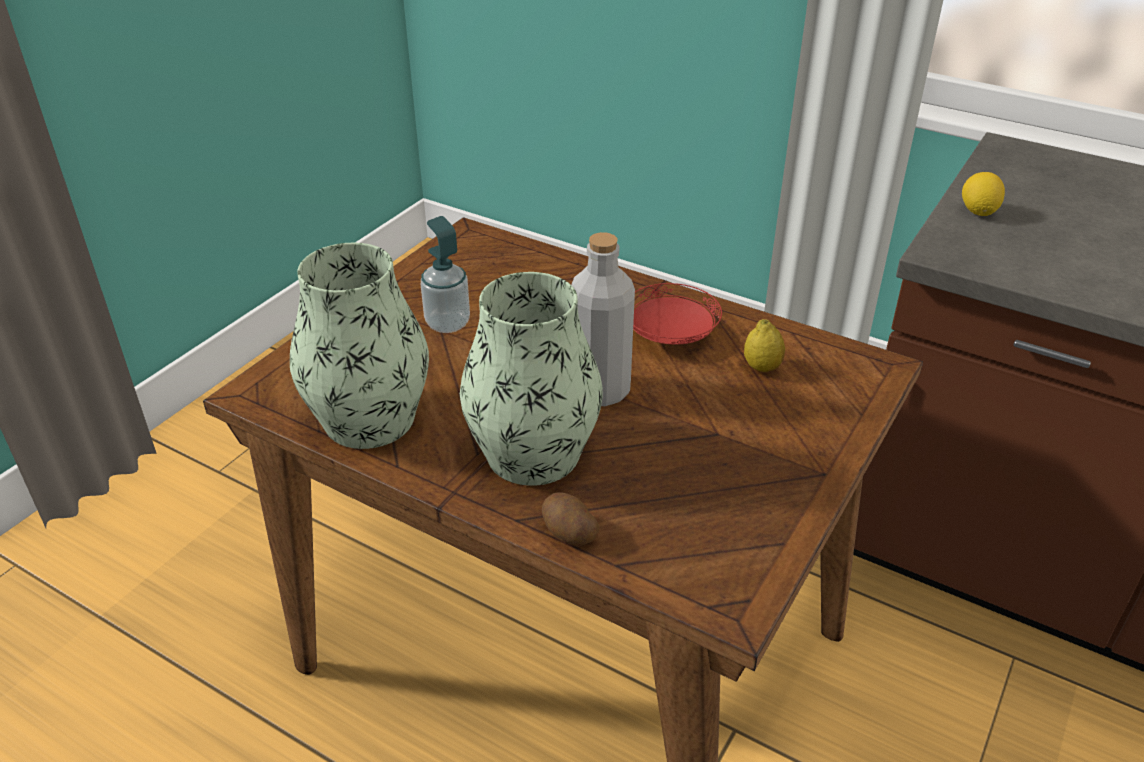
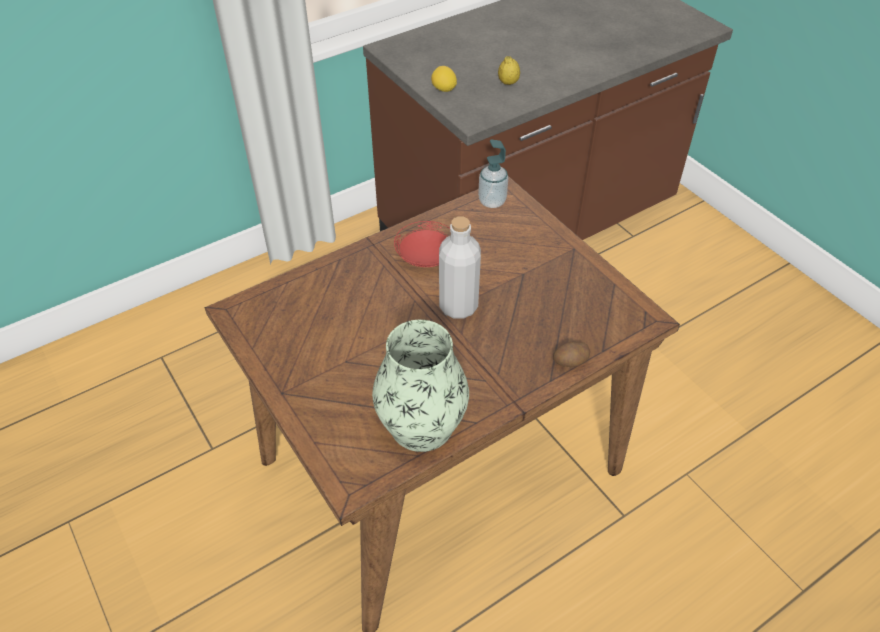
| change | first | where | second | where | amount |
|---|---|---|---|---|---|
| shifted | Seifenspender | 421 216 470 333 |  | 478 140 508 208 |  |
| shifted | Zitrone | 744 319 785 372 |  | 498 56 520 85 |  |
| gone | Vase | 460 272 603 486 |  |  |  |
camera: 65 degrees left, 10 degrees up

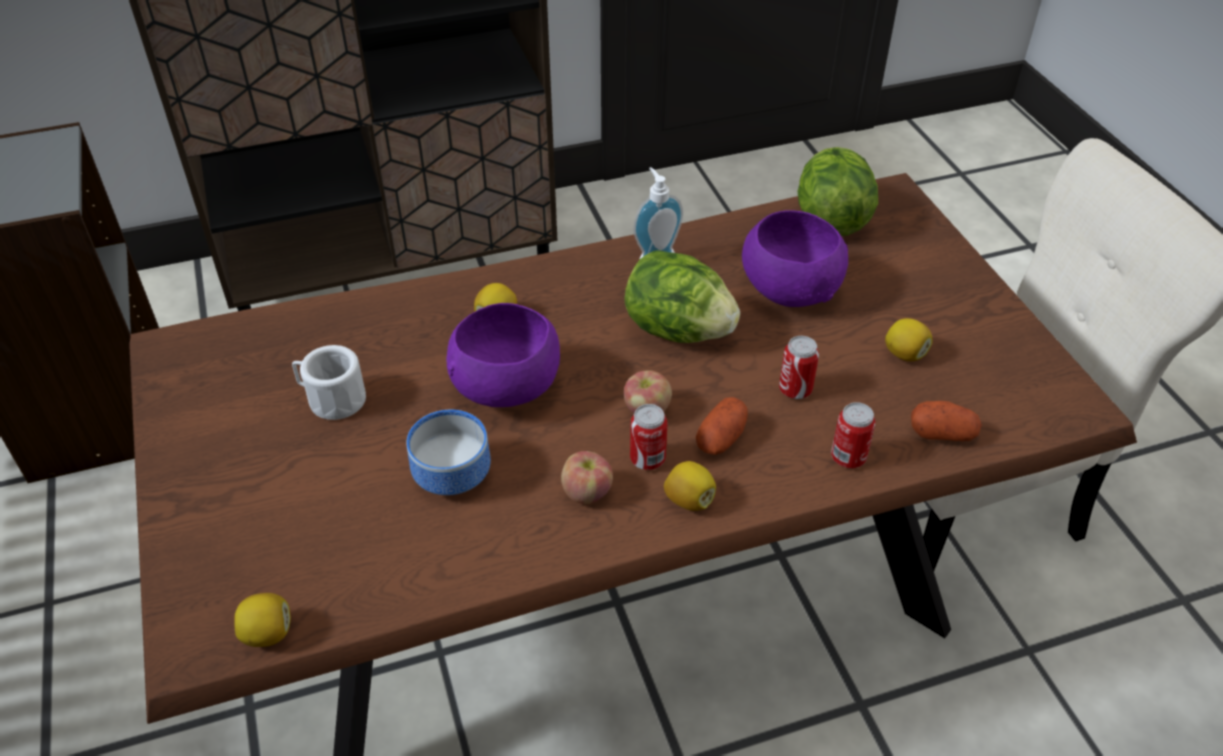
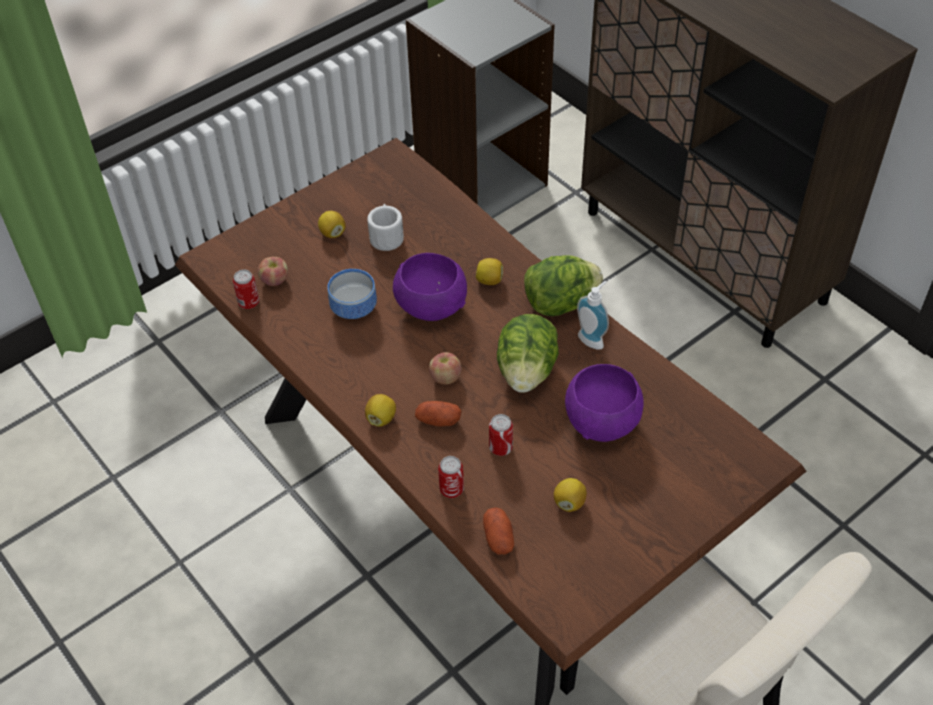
| change | first | where | second | where | amount |
|---|---|---|---|---|---|
| shifted | Dose | 630 404 668 470 |  | 233 269 259 309 |  |
| shifted | Apfel | 561 451 613 504 |  | 258 257 288 286 |  |
| shifted | Zitrone | 234 593 291 647 |  | 318 211 346 238 |  |
| shifted | Salatkopf | 798 147 878 236 |  | 524 255 603 316 |  |
camera: 70 degrees right, 5 degrees up

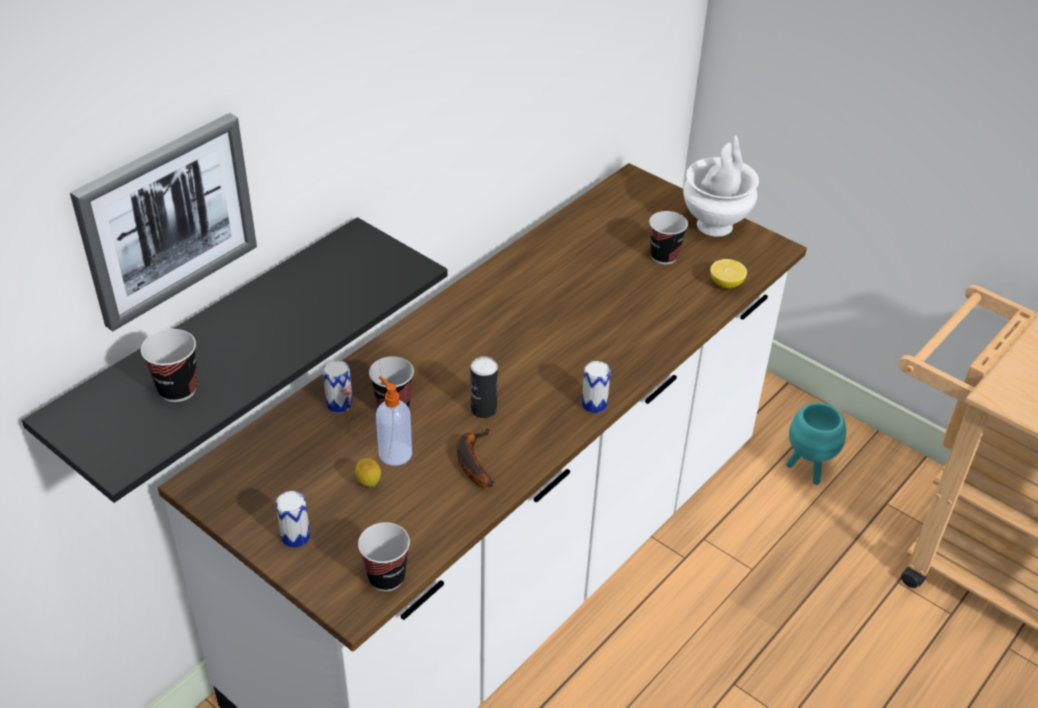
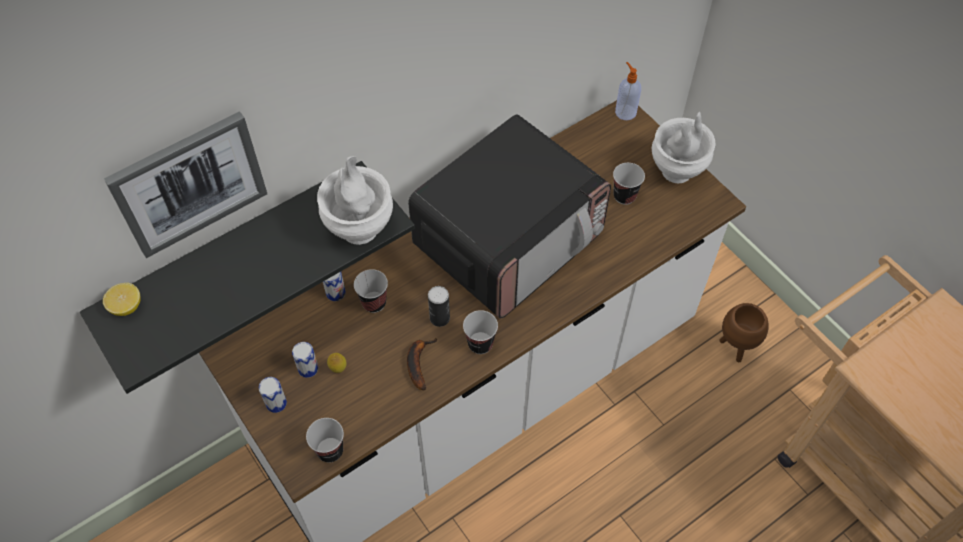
| change | first | where | second | where | amount |
|---|---|---|---|---|---|
| shifted | Zitrone | 710 259 747 288 |  | 103 283 141 316 |  |
| shifted | Dose | 582 361 611 413 |  | 292 342 318 378 |  |
| new |  |  | Vase [weiß] | 317 156 393 245 |  |
| new |  |  | Mikrowelle | 408 115 611 319 |  |
| shifted | Tasse | 141 329 197 402 |  | 463 310 498 354 |  |
| shifted | Seifenspender | 376 376 412 466 |  | 615 62 641 120 |  |
| repainted | Pflanzkübel [türkis] | 786 402 846 485 | Pflanzkübel [braun] | 719 303 769 362 |  |
camera: 15 degrees right, 15 degrees up

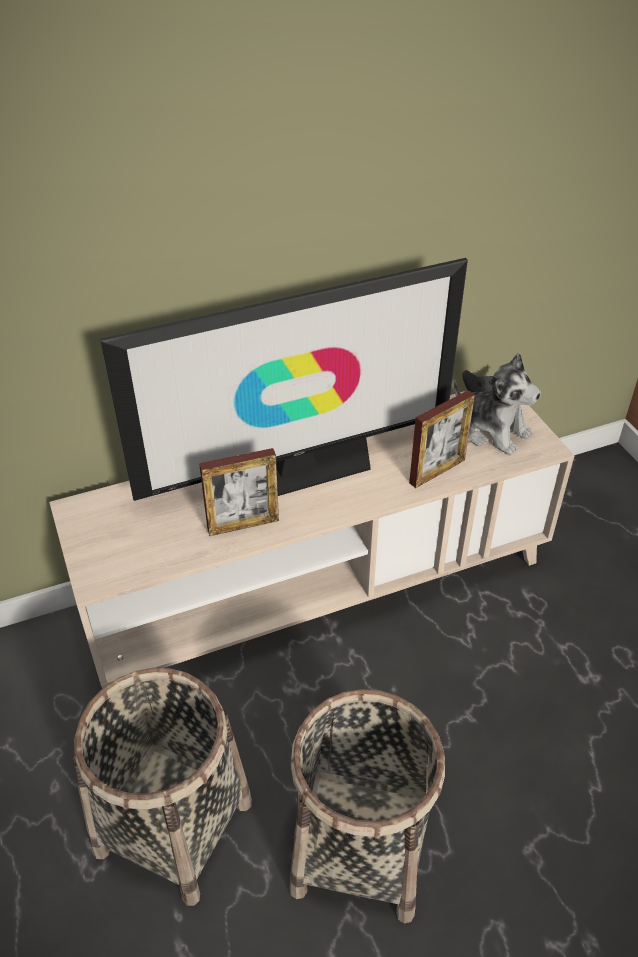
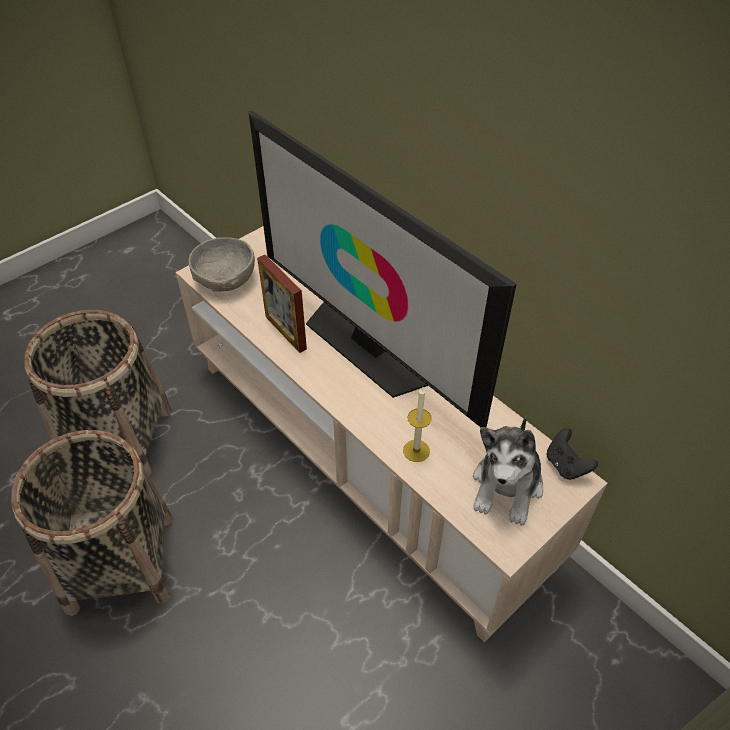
| change | first | where | second | where | amount |
|---|---|---|---|---|---|
| new |  |  | Schüssel [grau] | 189 237 255 292 |  |
| swapped | Bilderrahmen | 409 390 475 488 | Kerze | 403 387 432 462 |  |
camera: 70 degrees right, 5 degrees up

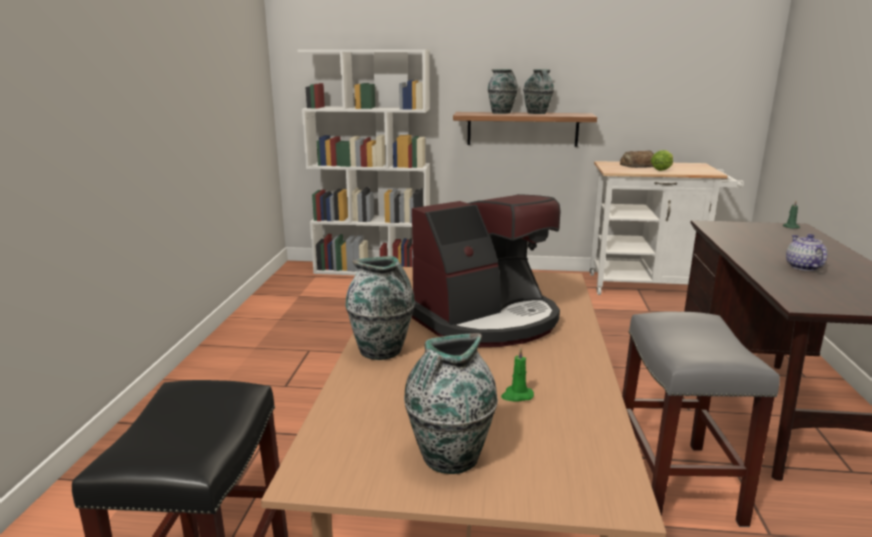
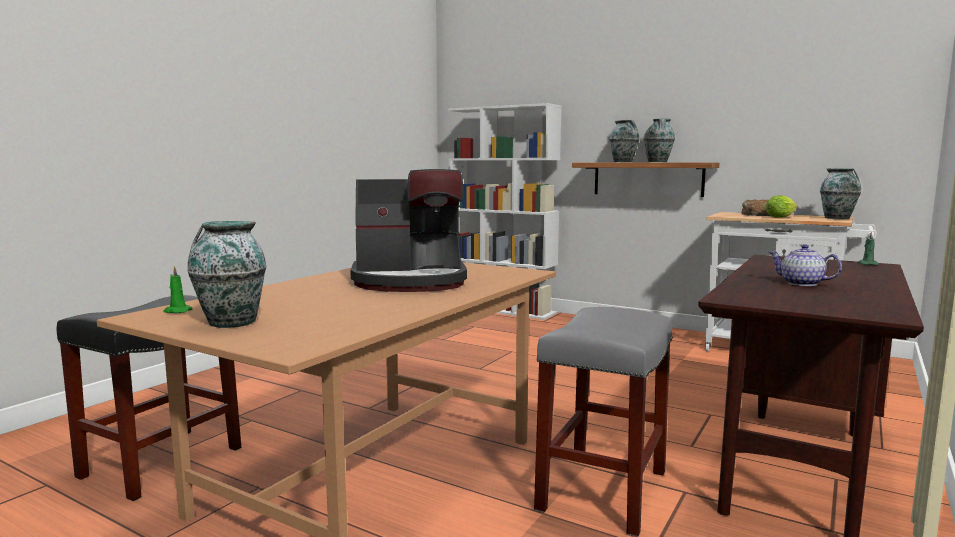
| change | first | where | second | where | amount |
|---|---|---|---|---|---|
| shifted | Kerze [grün] | 501 348 534 402 |  | 163 266 192 313 |  |
| rotated | Teekanne | 786 234 828 271 |  | 769 244 842 286 | 75 degrees counterclockwise |
| shifted | Vase | 345 256 415 360 |  | 820 168 861 219 |  |
camera: 25 degrees right, 10 degrees down

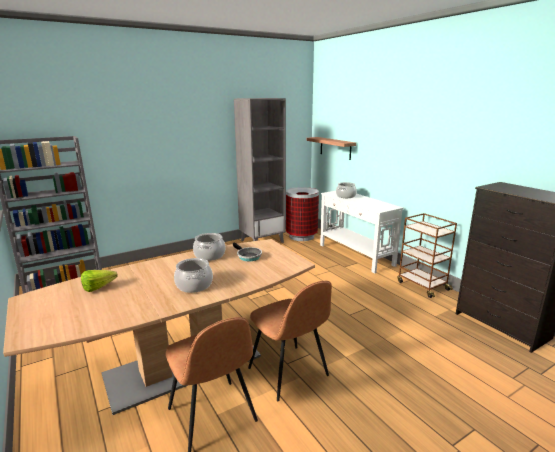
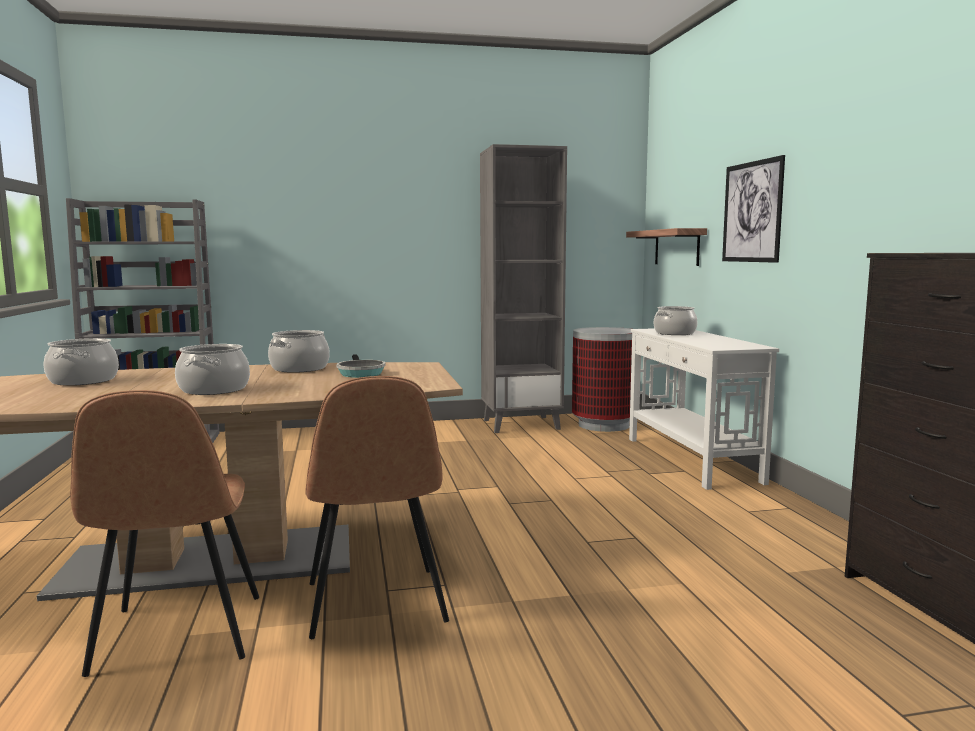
| change | first | where | second | where | amount |
|---|---|---|---|---|---|
| swapped | Salatkopf | 81 270 118 292 | Kochtopf | 44 338 119 386 |  |
| new |  |  | Bild | 722 155 785 263 |  |
| gone | Rollwagen [braun] | 397 213 457 298 |  |  |  |
camera: 20 degrees right, 10 degrees down

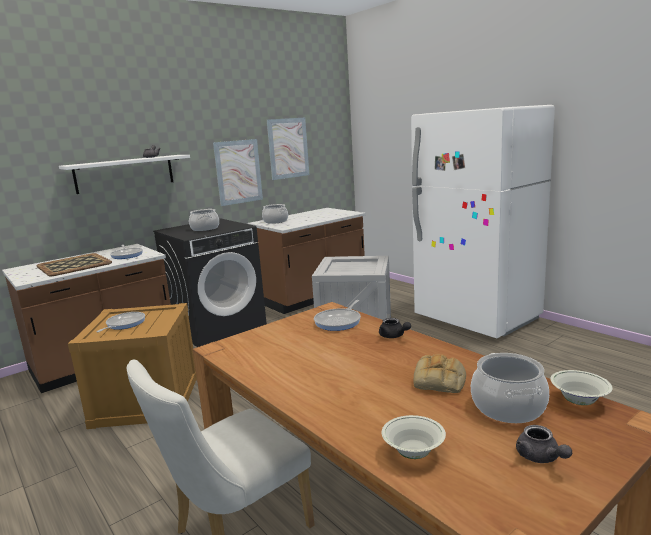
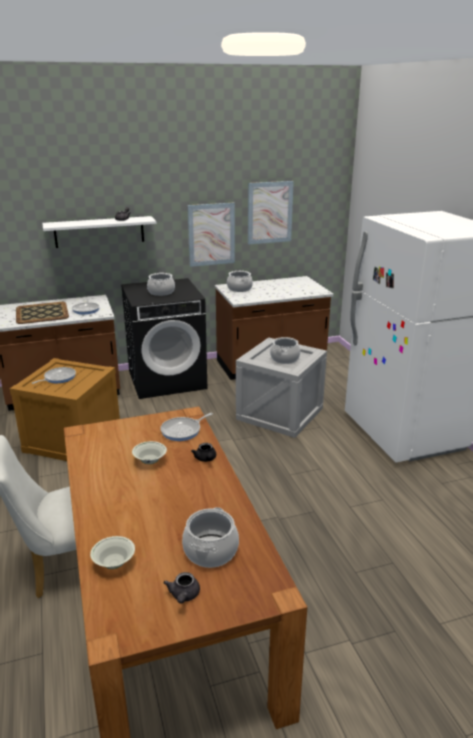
| change | first | where | second | where | amount |
|---|---|---|---|---|---|
| shifted | Schüssel [weiß] | 550 370 613 405 |  | 132 441 167 464 |  |
| new |  |  | Kochtopf | 270 337 300 364 |  |
| gone | Brot | 413 354 466 393 |  |  |  |
camera: 20 degrees right, 10 degrees up

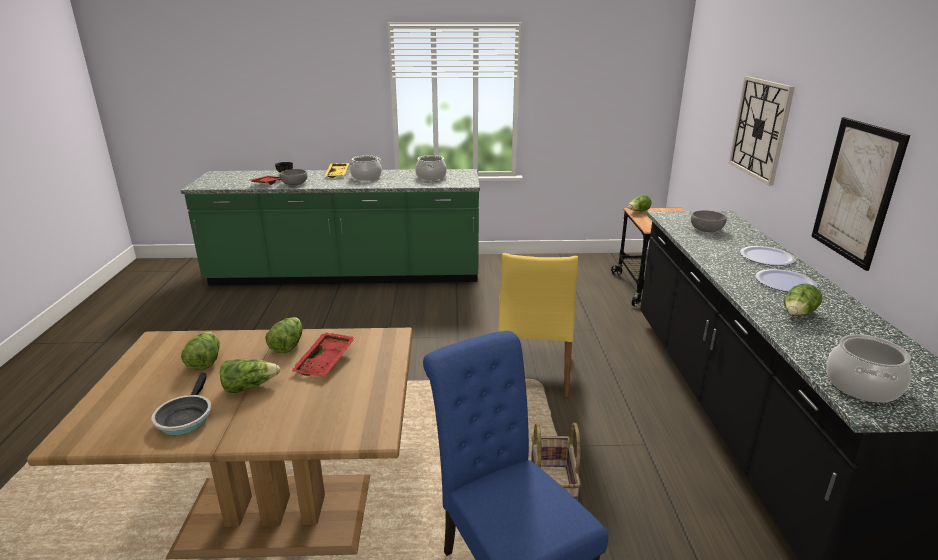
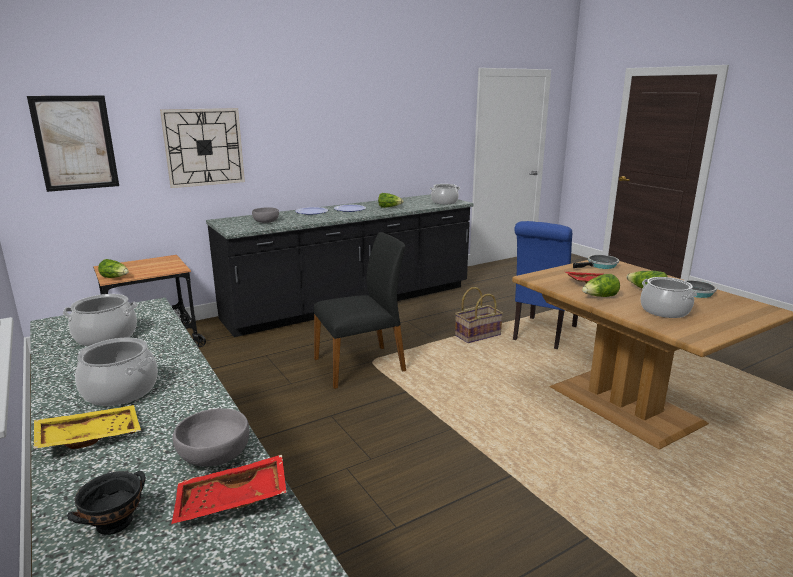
| change | first | where | second | where | amount |
|---|---|---|---|---|---|
| shifted | Bild | 811 117 910 271 |  | 27 96 119 192 |  |
| repainted | Stuhl [gelb] | 498 253 578 398 | Stuhl [schwarz] | 314 232 406 389 |  |
| new |  |  | Pfanne | 573 255 619 269 |  |
| swapped | Salatkopf | 181 332 220 370 | Kochtopf | 640 277 697 318 |  |
camera: 120 degrees left, 5 degrees down

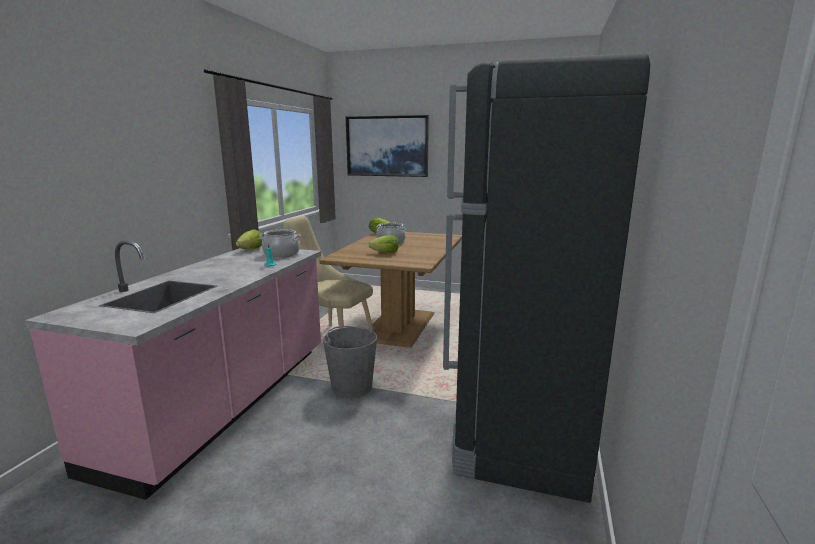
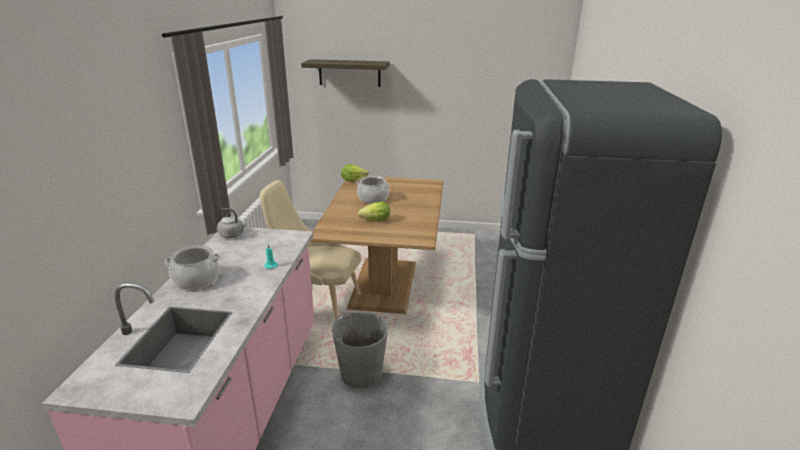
| change | first | where | second | where | amount |
|---|---|---|---|---|---|
| shifted | Kochtopf | 259 230 301 258 |  | 164 246 221 290 |  |
| swapped | Salatkopf | 236 229 262 250 | Wasserkessel [grau] | 217 208 246 238 |  |
| swapped | Bild | 346 115 429 177 | Wandregal | 301 59 390 87 |  |
camera: 10 degrees left, 10 degrees up

